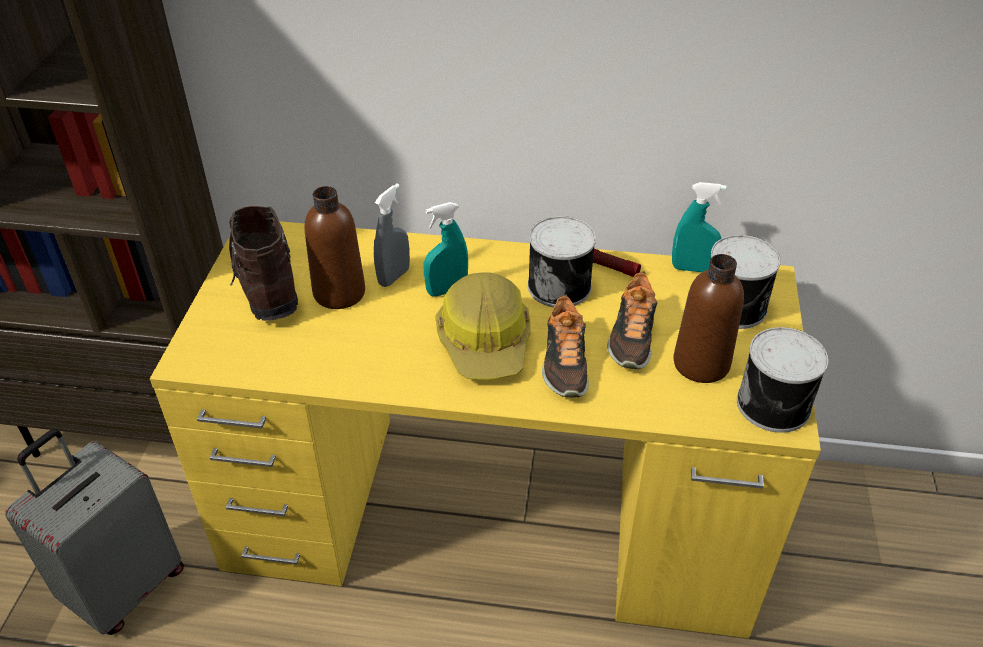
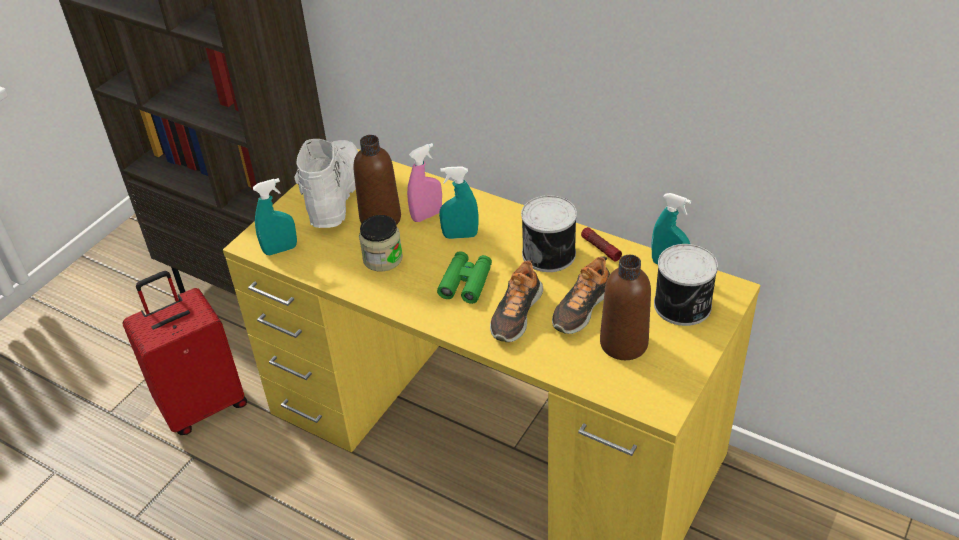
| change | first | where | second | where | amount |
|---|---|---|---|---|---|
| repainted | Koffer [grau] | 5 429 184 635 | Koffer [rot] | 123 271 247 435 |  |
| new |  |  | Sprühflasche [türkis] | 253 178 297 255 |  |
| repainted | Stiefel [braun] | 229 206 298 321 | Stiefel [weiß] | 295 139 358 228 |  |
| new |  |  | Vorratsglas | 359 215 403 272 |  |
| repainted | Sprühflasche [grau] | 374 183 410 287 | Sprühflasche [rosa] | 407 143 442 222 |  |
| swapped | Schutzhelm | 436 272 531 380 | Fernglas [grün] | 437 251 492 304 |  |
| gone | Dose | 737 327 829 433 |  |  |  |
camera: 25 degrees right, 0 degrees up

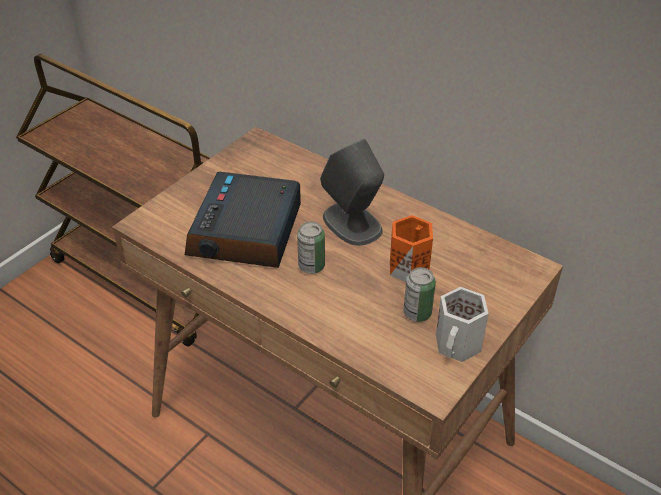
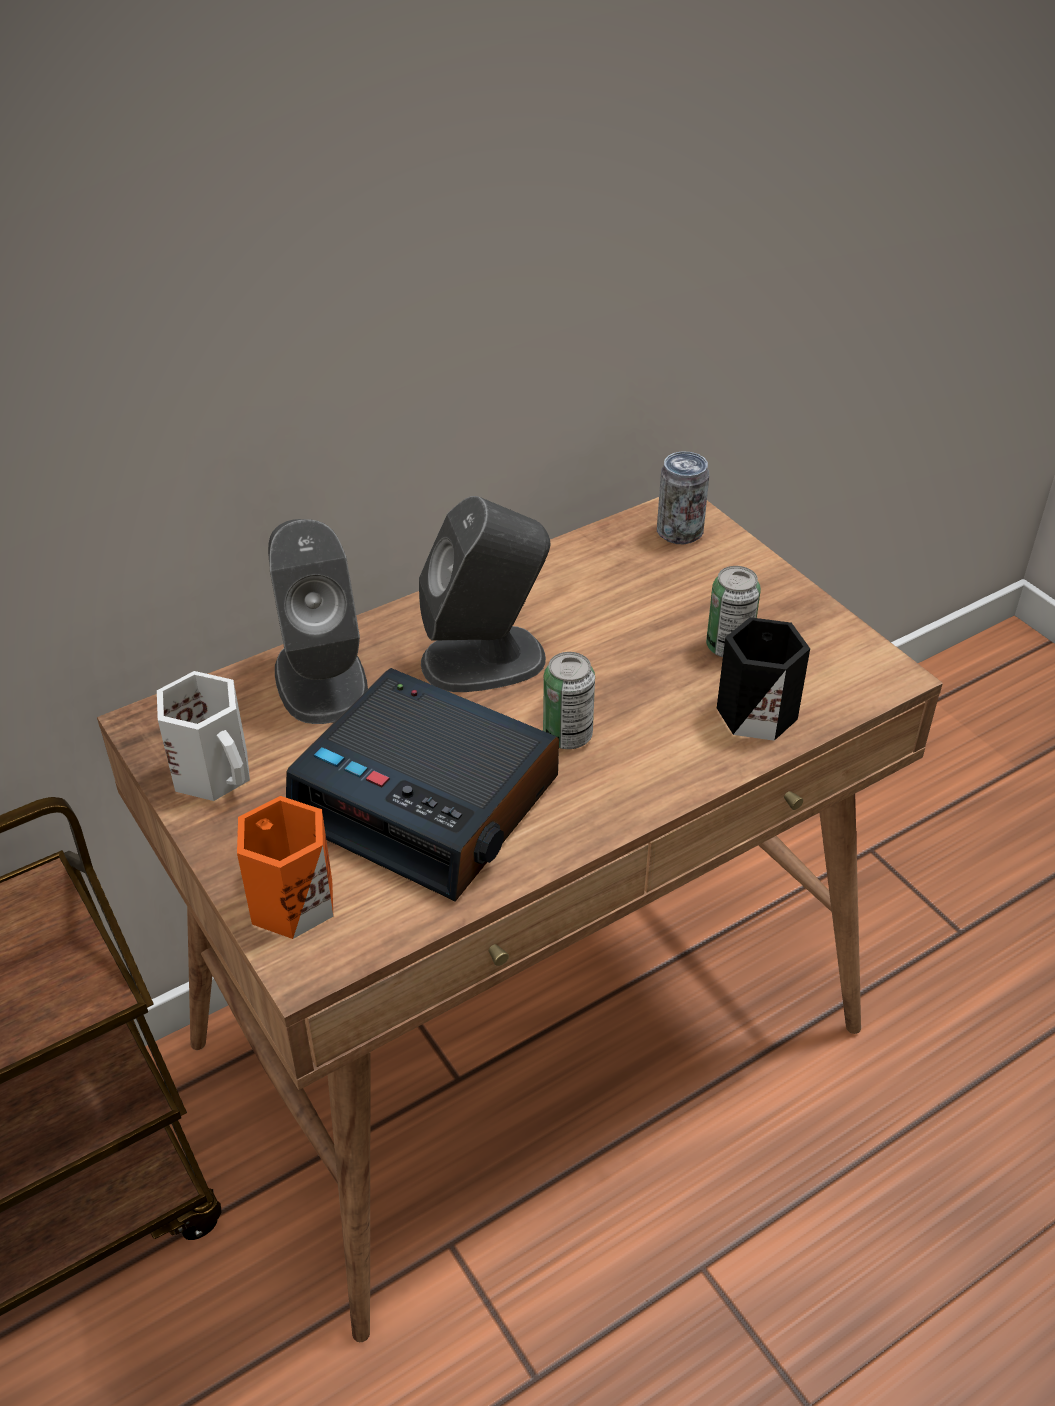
| change | first | where | second | where | amount |
|---|---|---|---|---|---|
| shifted | Henkelbecher [weiß] | 436 287 489 362 |  | 157 671 250 801 |  |
| shifted | Henkelbecher [orange] | 390 215 433 282 |  | 237 796 333 939 |  |
| new |  |  | Lautsprecher [grau] | 268 519 368 724 |  |
| new |  |  | Dose | 657 451 709 544 |  |
| new |  |  | Henkelbecher [schwarz] | 717 617 810 741 |  |
camera: 70 degrees left, 0 degrees up

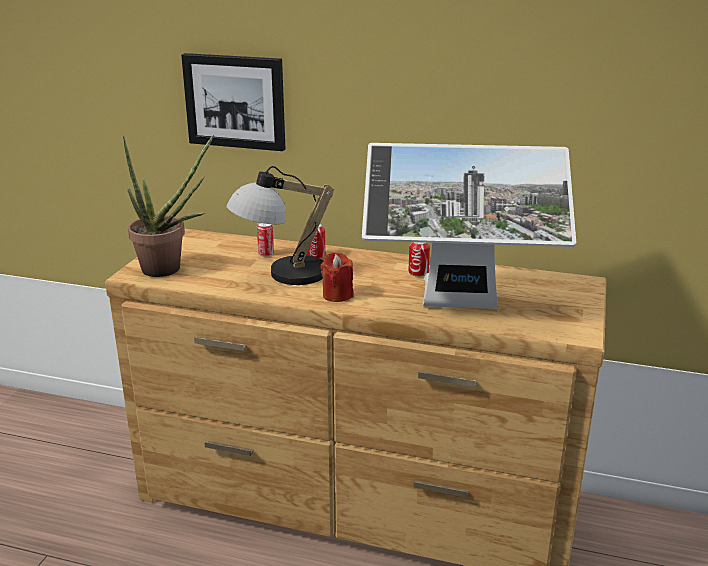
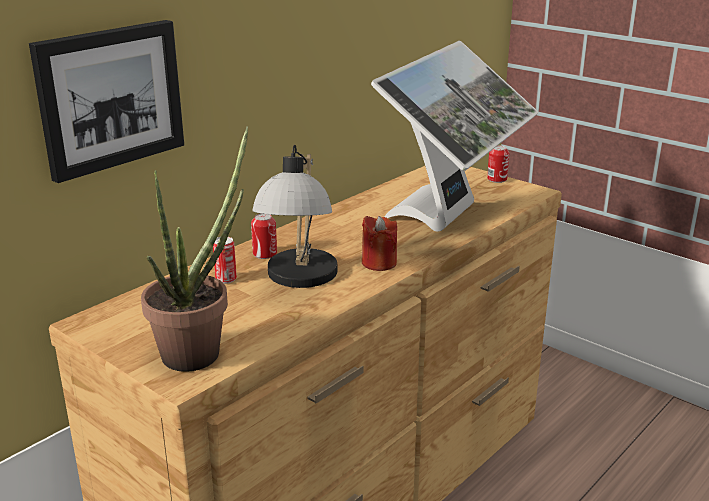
| change | first | where | second | where | amount |
|---|---|---|---|---|---|
| shifted | Dose | 408 242 430 277 |  | 487 146 509 183 |  |
camera: 65 degrees left, 0 degrees up

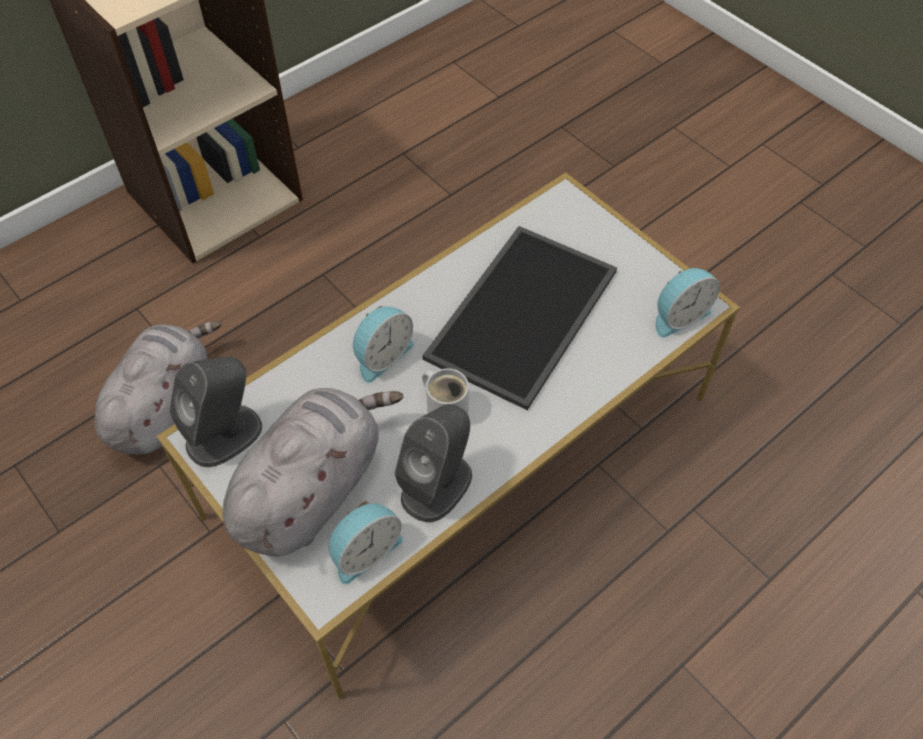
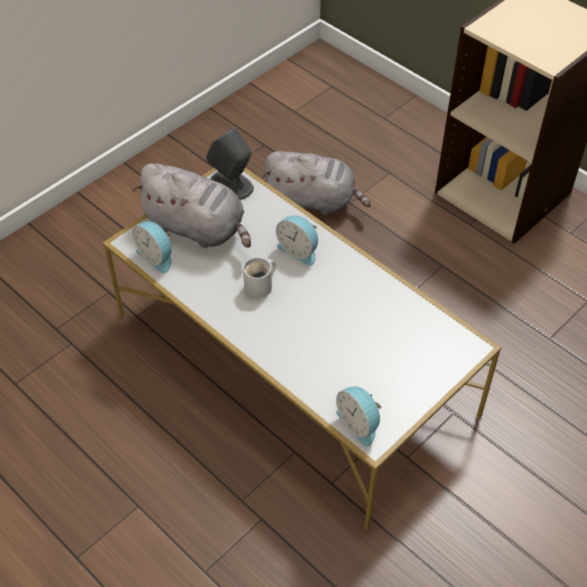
| change | first | where | second | where | amount |
|---|---|---|---|---|---|
| gone | Lautsprecher [grau] | 395 404 472 522 |  |  |  |
| gone | Tablett | 422 226 617 410 |  |  |  |
camera: 85 degrees right, 5 degrees down

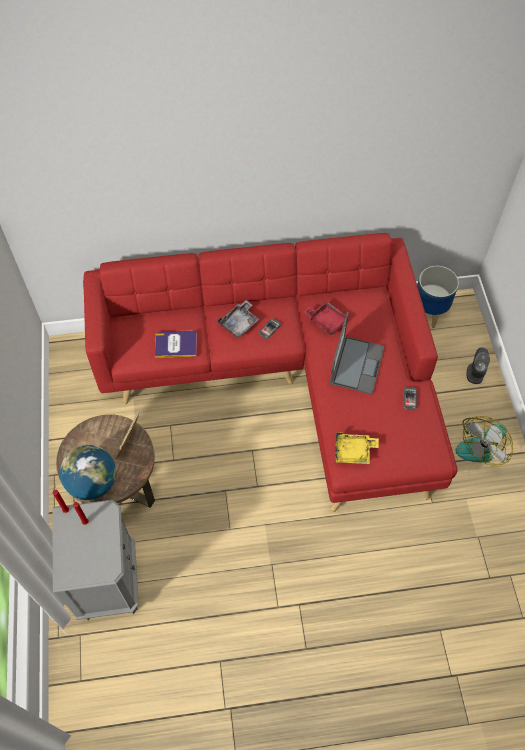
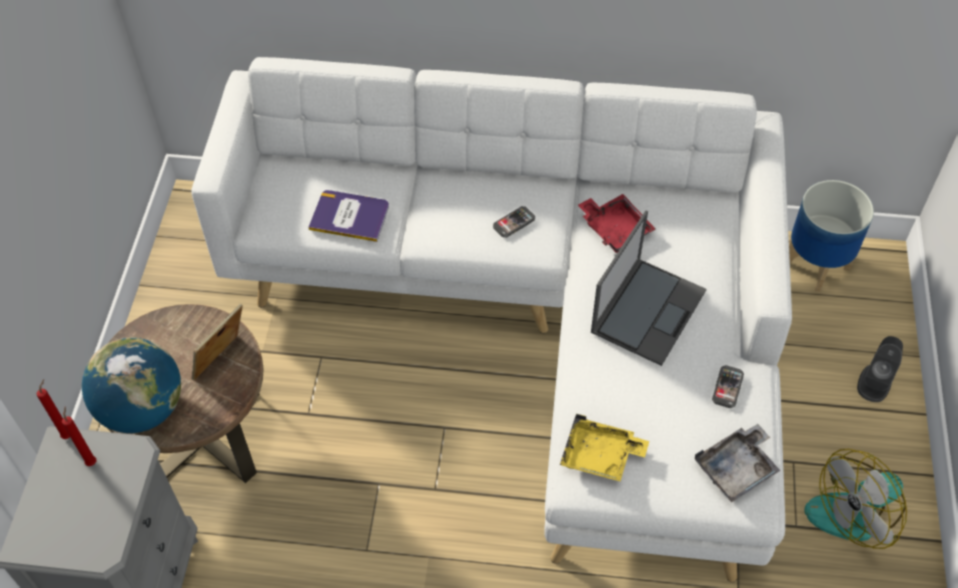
| change | first | where | second | where | amount |
|---|---|---|---|---|---|
| repainted | Sofa [rot] | 83 233 457 512 | Sofa [weiß] | 191 57 792 582 |  |
| shifted | Tablett [grau] | 218 300 259 338 |  | 695 424 780 502 |  |
camera: 15 degrees right, 5 degrees down

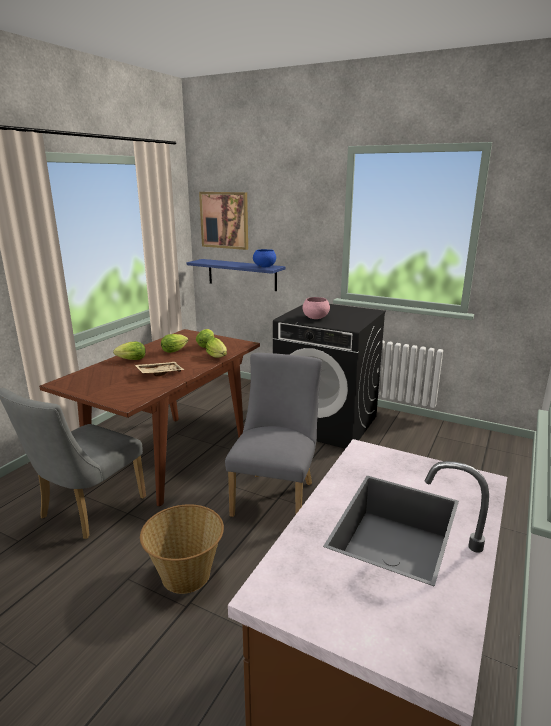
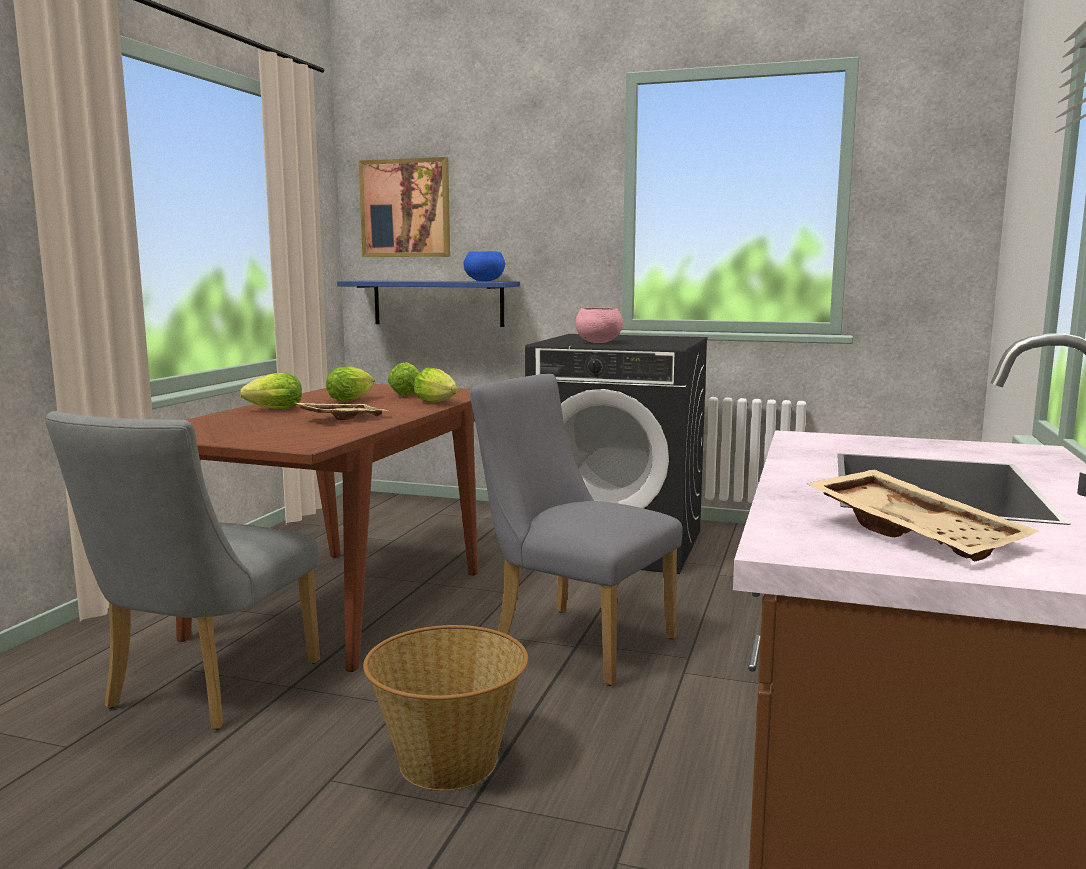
| change | first | where | second | where | amount |
|---|---|---|---|---|---|
| rotated | Stuhl [grau] | 225 353 322 517 |  | 470 374 683 686 | 60 degrees counterclockwise |
| new |  |  | Tablett [beige] | 807 469 1039 561 |  |
camera: 10 degrees left, 10 degrees down

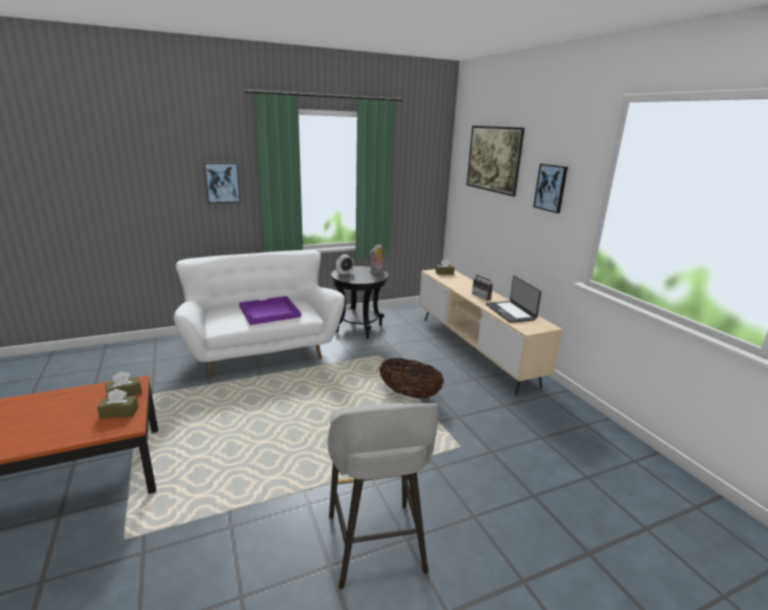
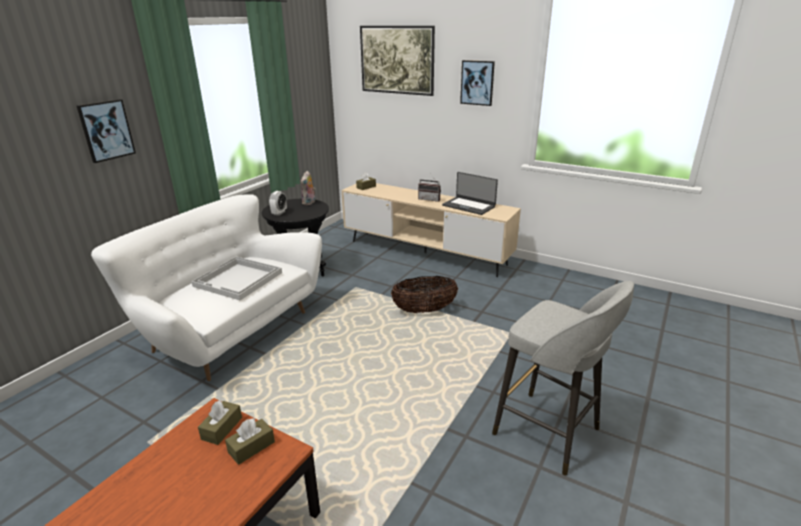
| change | first | where | second | where | amount |
|---|---|---|---|---|---|
| repainted | Tablett [lila] | 239 296 301 325 | Tablett [weiß] | 191 257 282 301 |  |
camera: 35 degrees left, 5 degrees up

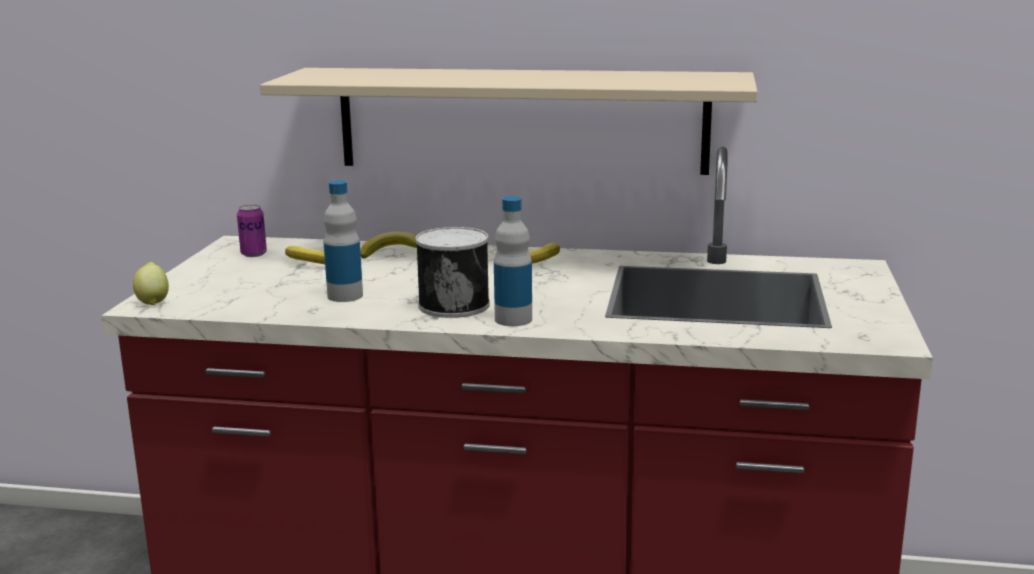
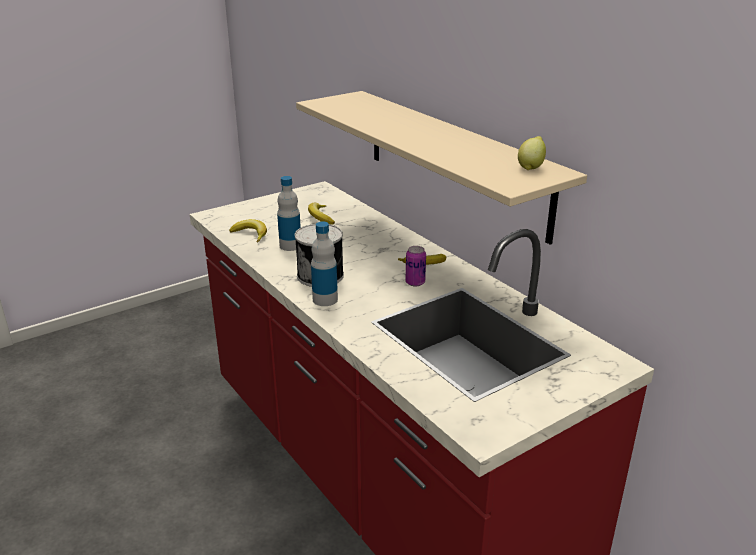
| change | first | where | second | where | amount |
|---|---|---|---|---|---|
| shifted | Banane | 360 231 417 259 |  | 229 219 267 242 |  |
| shifted | Dose | 237 205 267 257 |  | 406 246 426 286 |  |
| shifted | Zitrone | 133 262 169 305 |  | 518 136 546 170 |  |
camera: 45 degrees right, 10 degrees up

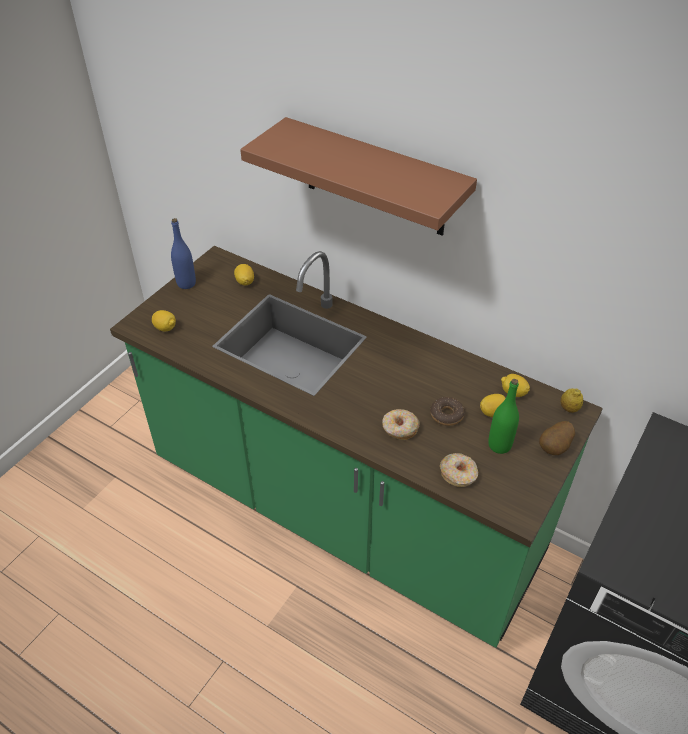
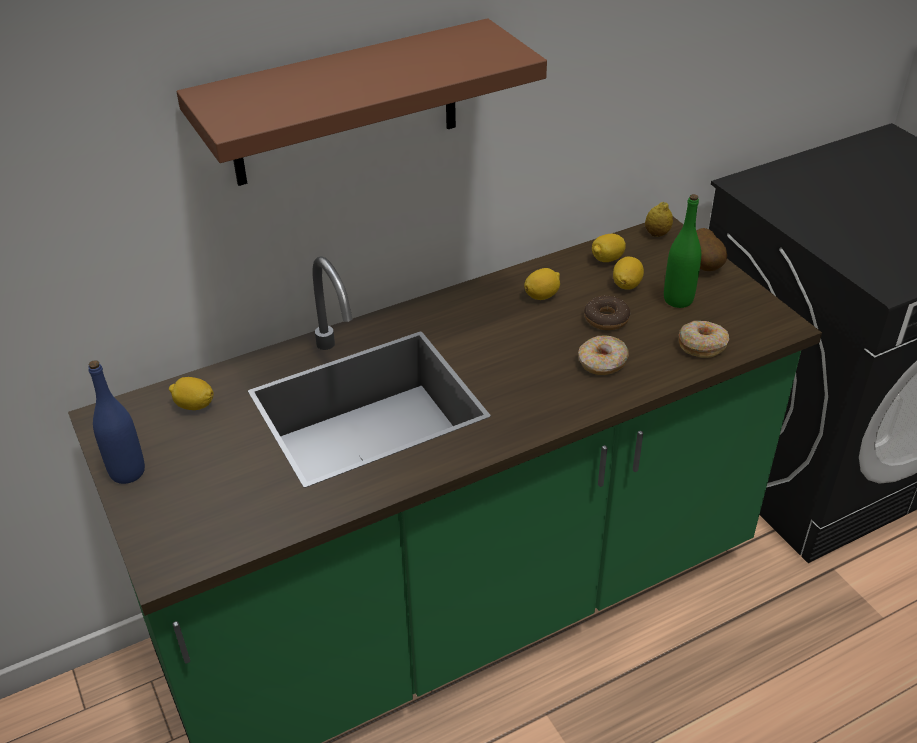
| change | first | where | second | where | amount |
|---|---|---|---|---|---|
| shifted | Zitrone | 152 310 176 331 |  | 524 268 560 300 |  |
camera: 60 degrees left, 5 degrees down

